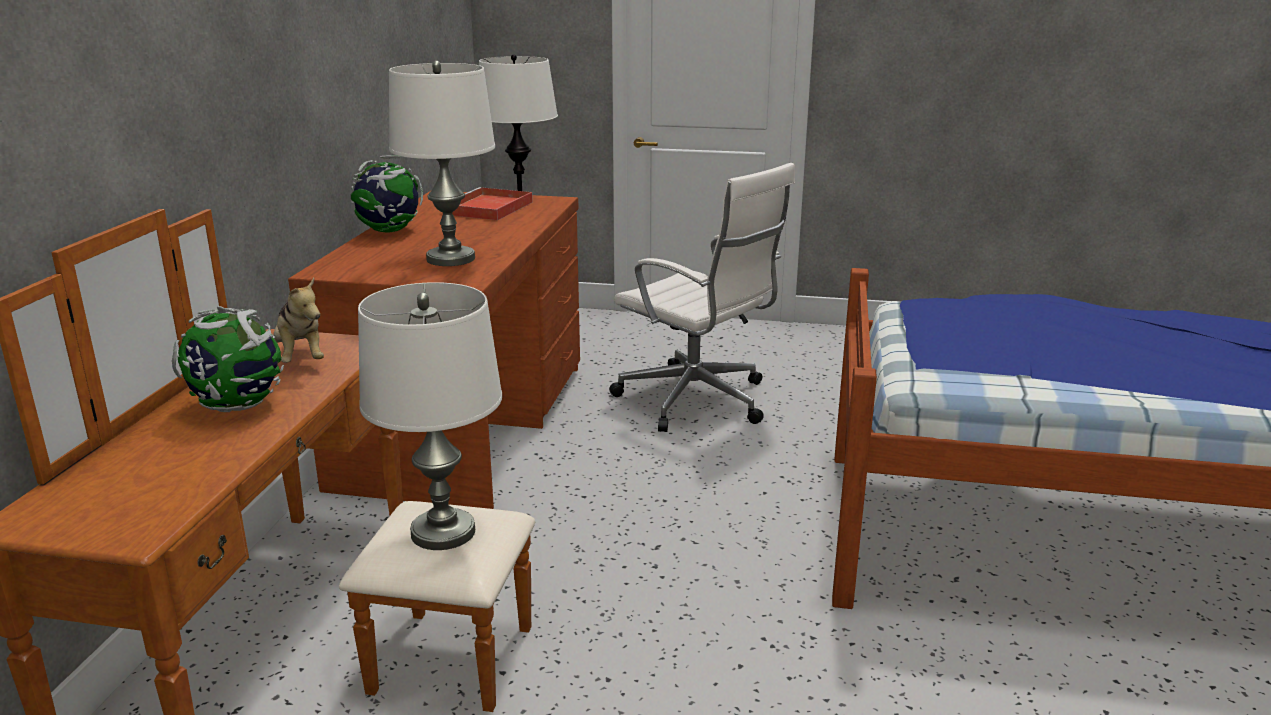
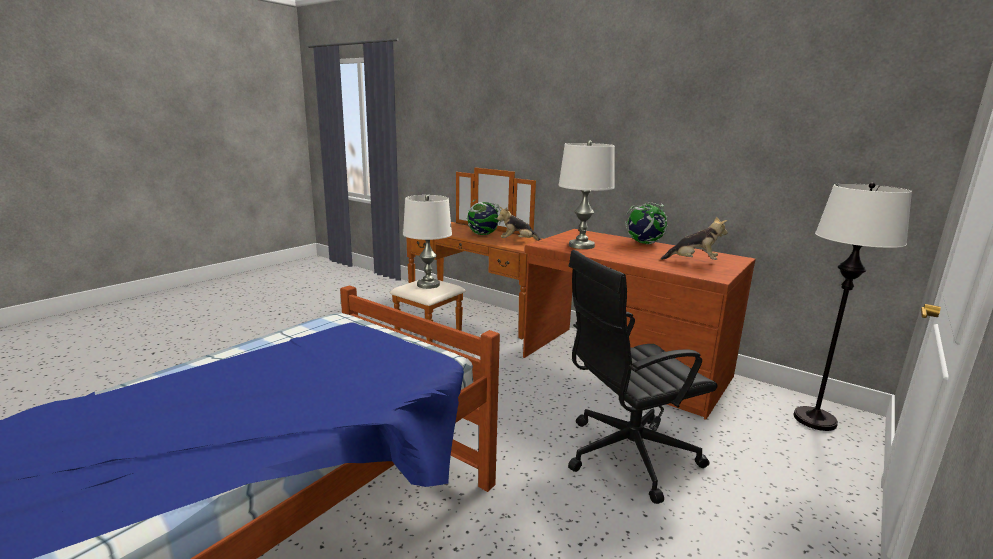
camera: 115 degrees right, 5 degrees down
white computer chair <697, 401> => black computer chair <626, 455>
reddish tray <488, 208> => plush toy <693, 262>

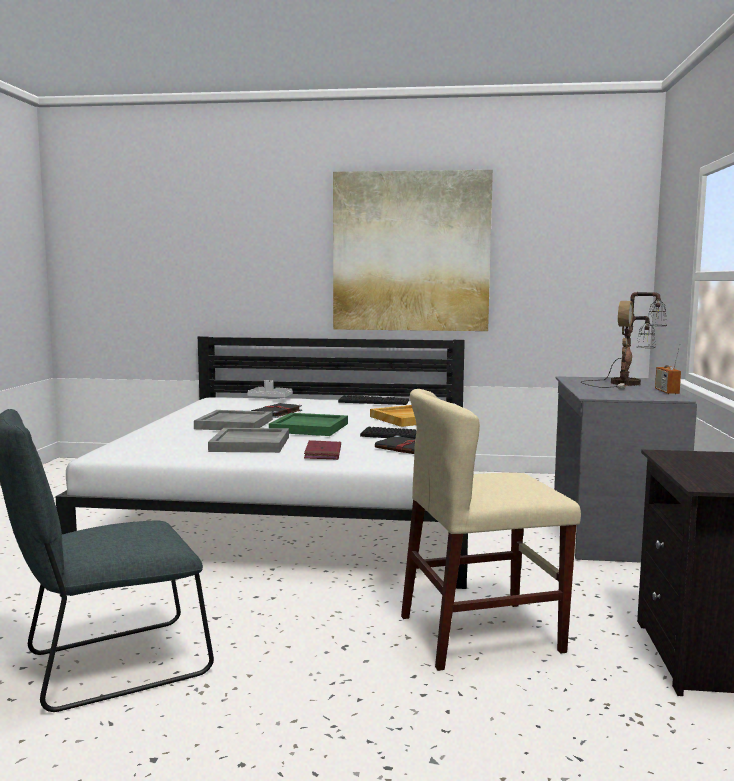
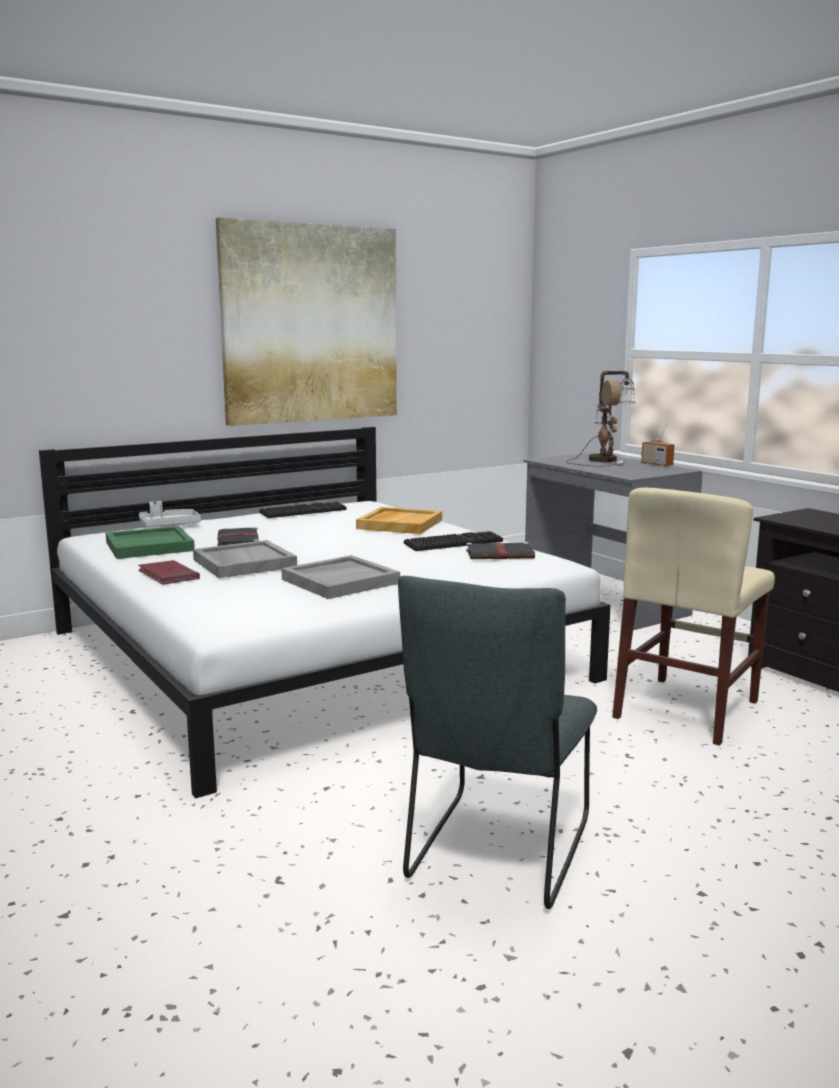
camera: 40 degrees left, 5 degrees up
greenish tray <310, 428> => greenish tray <150, 546>, relocated
reddish volume <323, 453> => reddish volume <168, 576>, relocated

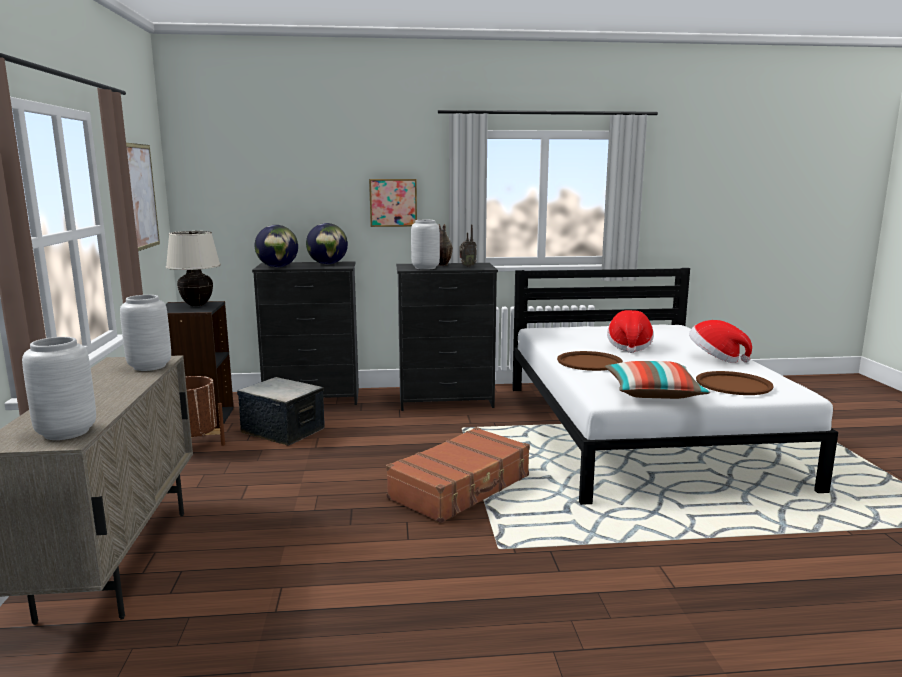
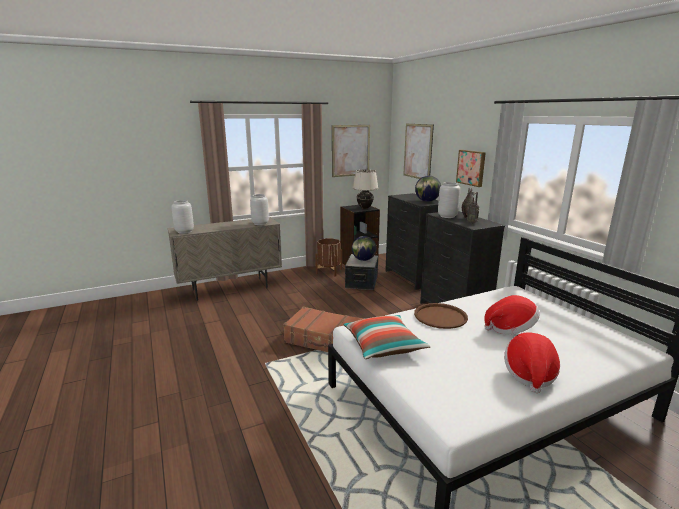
camera: 70 degrees right, 5 degrees up
globe <277, 267> => globe <363, 260>, relocated
nothing => wall art <417, 151>
brown tray <733, 384> => nothing

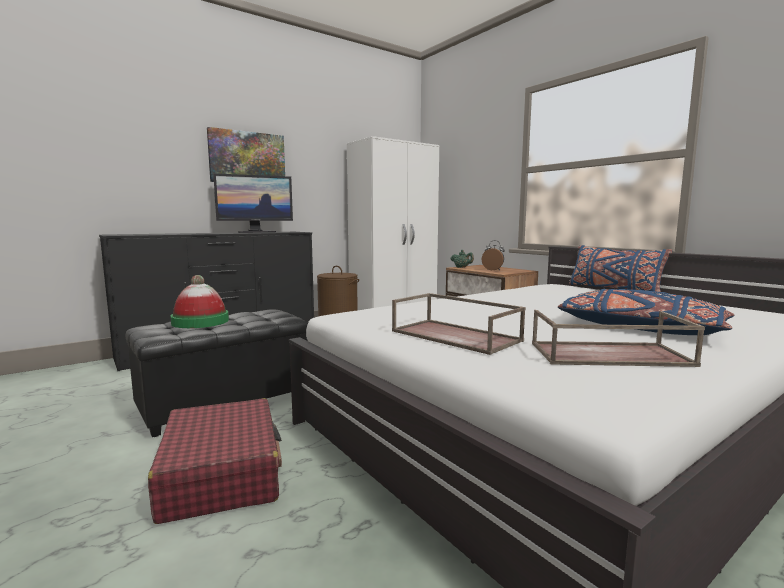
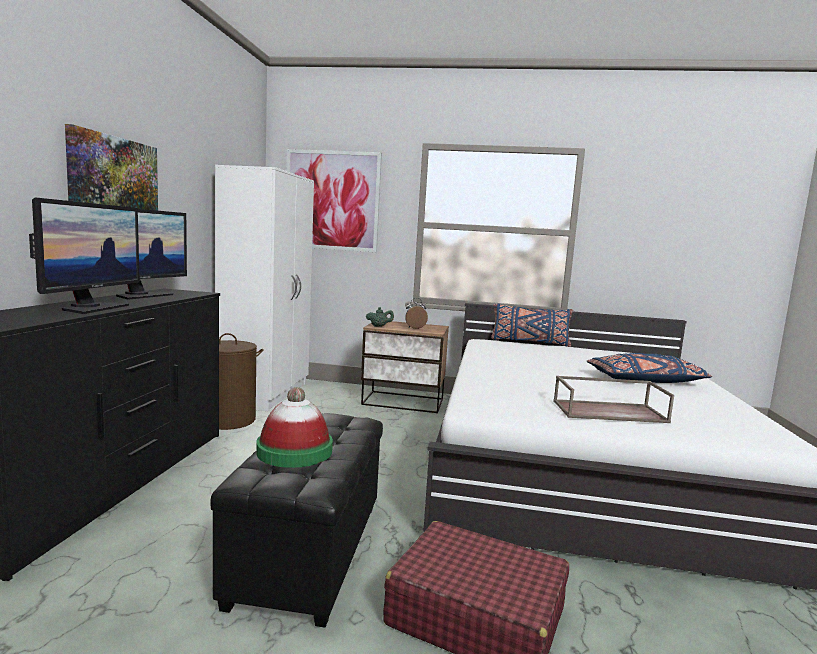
camera: 45 degrees left, 0 degrees up
nothing => monitor <91, 308>
nothing => wall art <332, 200>
brown tray <608, 355> => nothing

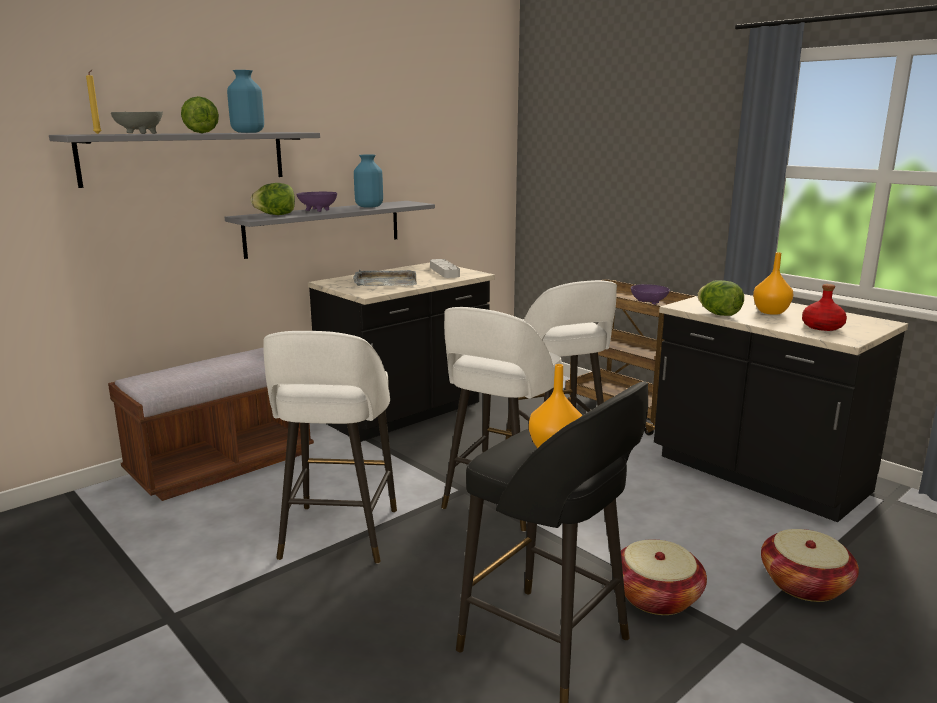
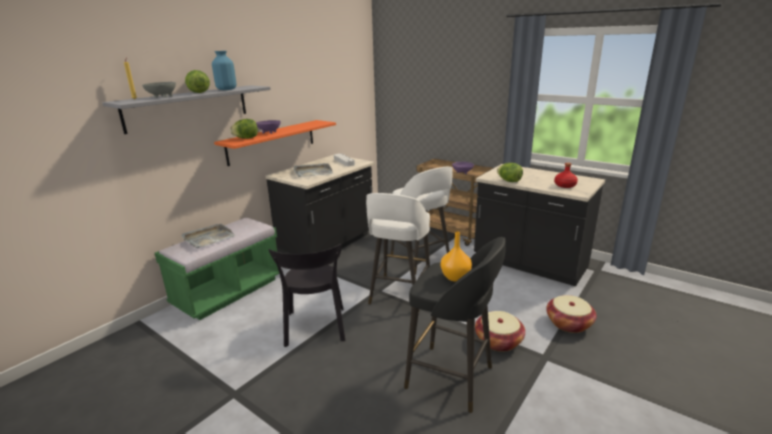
camera: 10 degrees left, 5 degrees up
brown bench <221, 465> => greenish bench <228, 292>
nothing => gray tray <208, 238>
gray shelf <325, 228> => orange-coloured shelf <272, 141>
white sitting stool <338, 536> => black plain chair <315, 329>
blue-coloured decorative vase <369, 206> => nothing
orange-coloured decorative vase <771, 312> => nothing

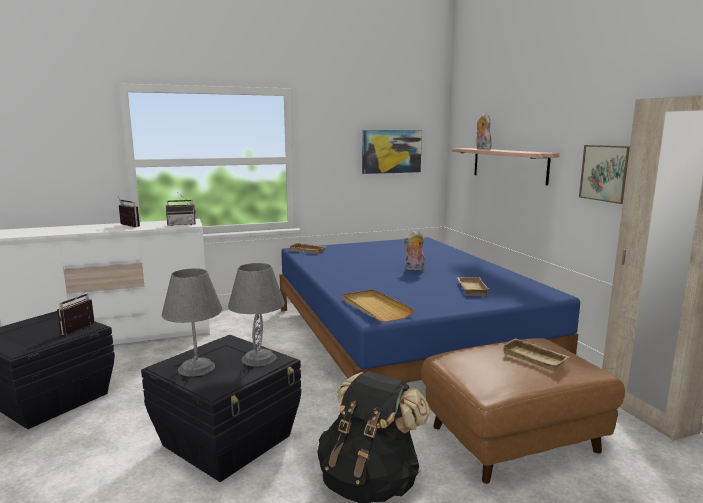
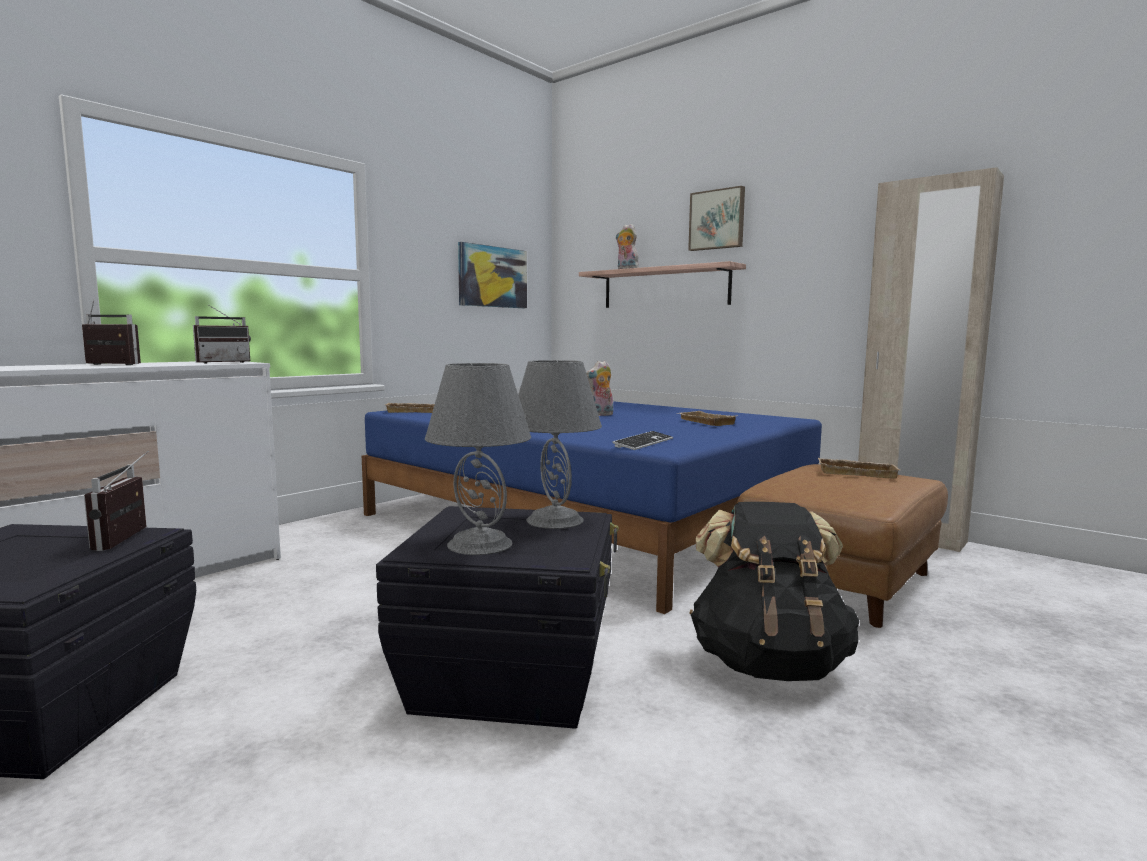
camera: 30 degrees left, 5 degrees down
beige-coloured tray <375, 308> => computer keyboard <644, 443>
wall art <607, 173> => wall art <717, 220>, relocated

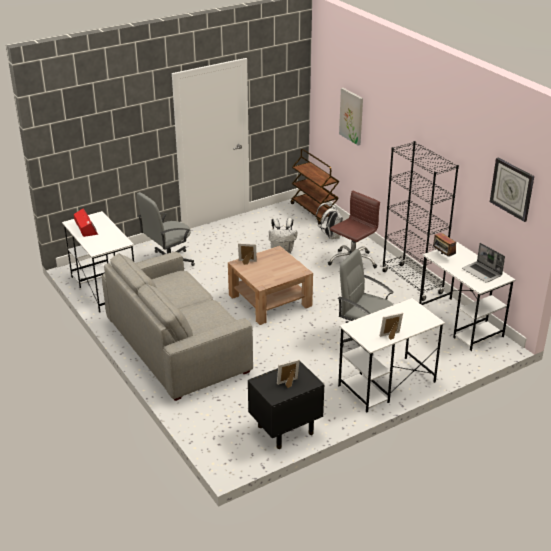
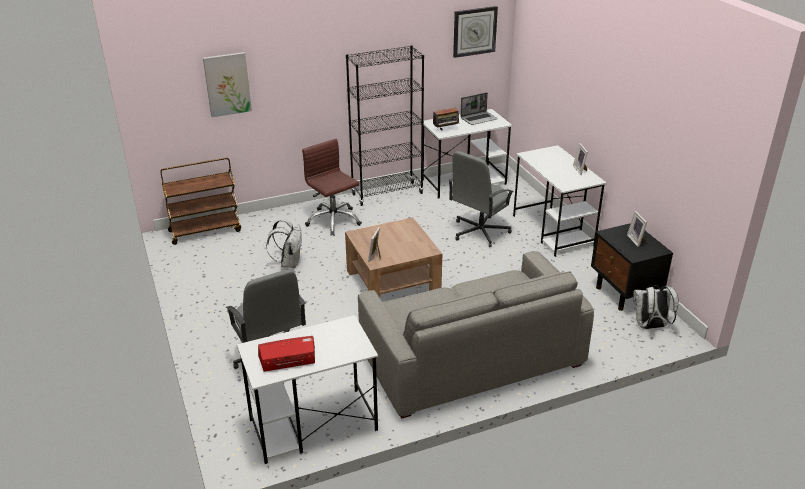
camera: 80 degrees left, 0 degrees up
white knapsack <331, 236> => white knapsack <650, 326>, relocated

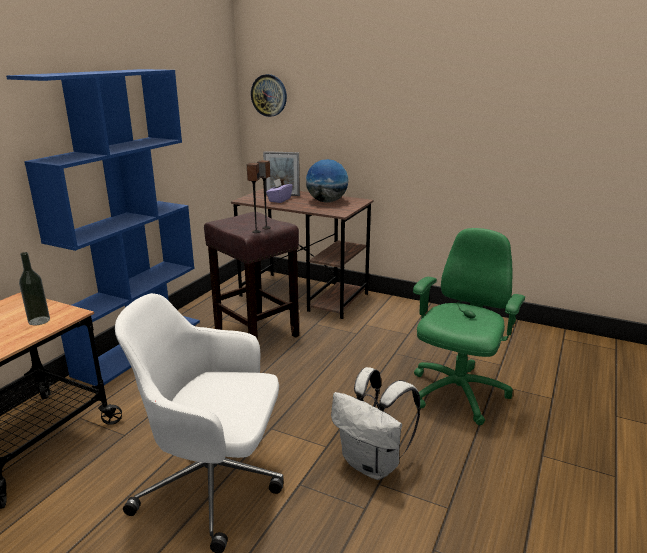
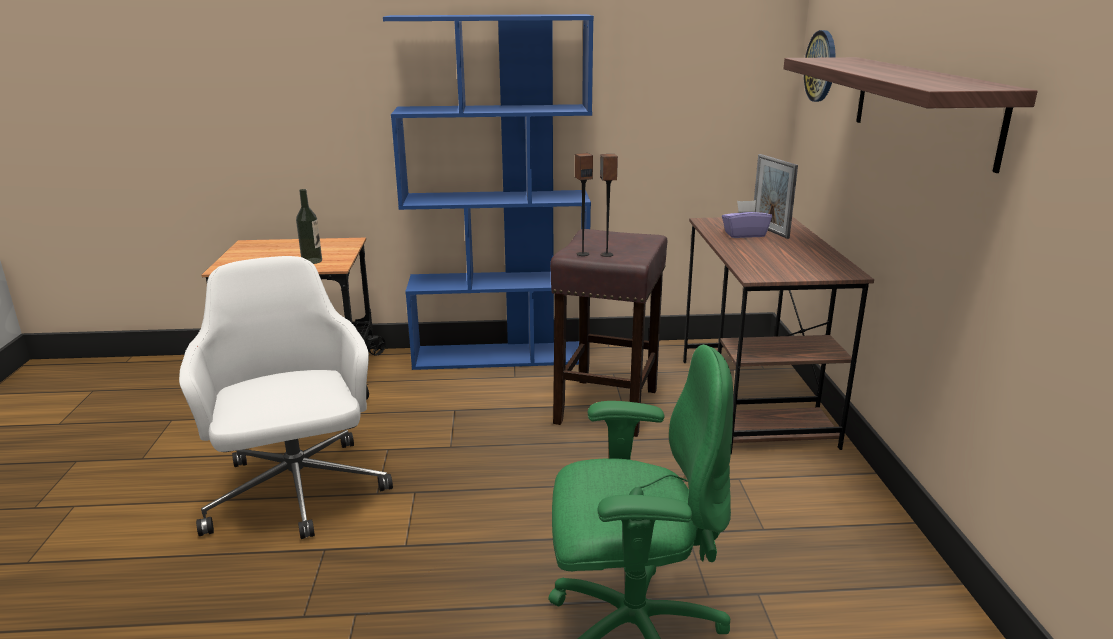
camera: 60 degrees right, 0 degrees up
nothing => shelf <923, 107>
globe <327, 201> => nothing
white knapsack <373, 464> => nothing

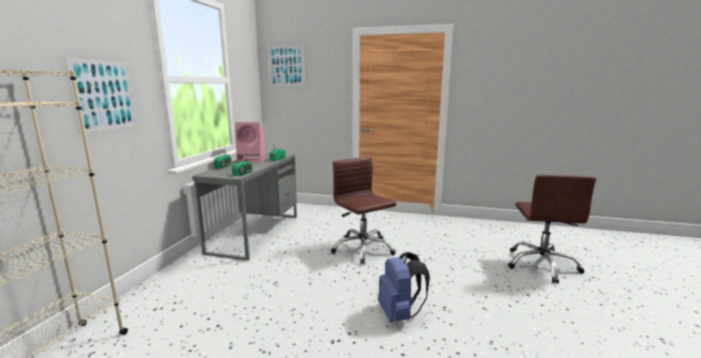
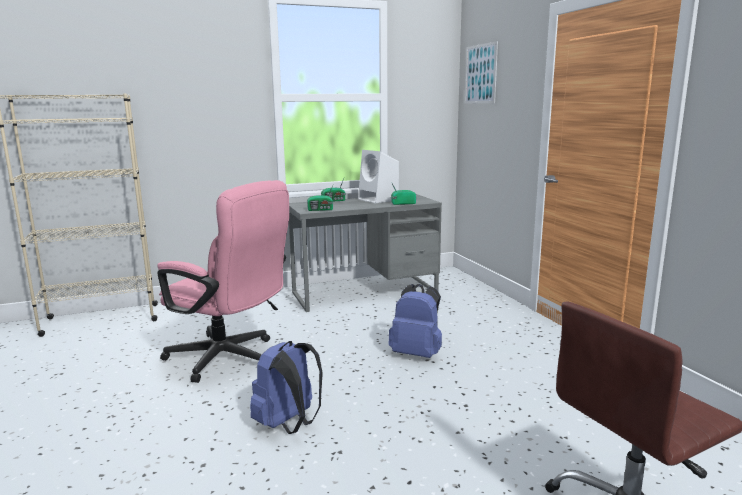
camera: 55 degrees right, 0 degrees up
nothing => pink computer chair <230, 359>
pink audio speaker <252, 160> => white audio speaker <379, 200>
brown computer chair <362, 249> => blue-coloured knapsack <417, 353>
wall art <104, 95> => nothing

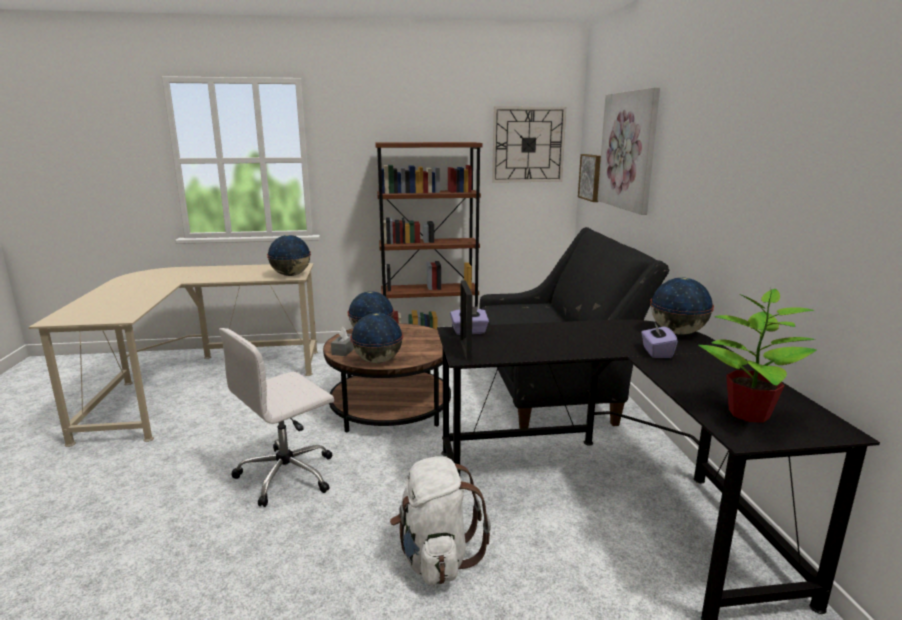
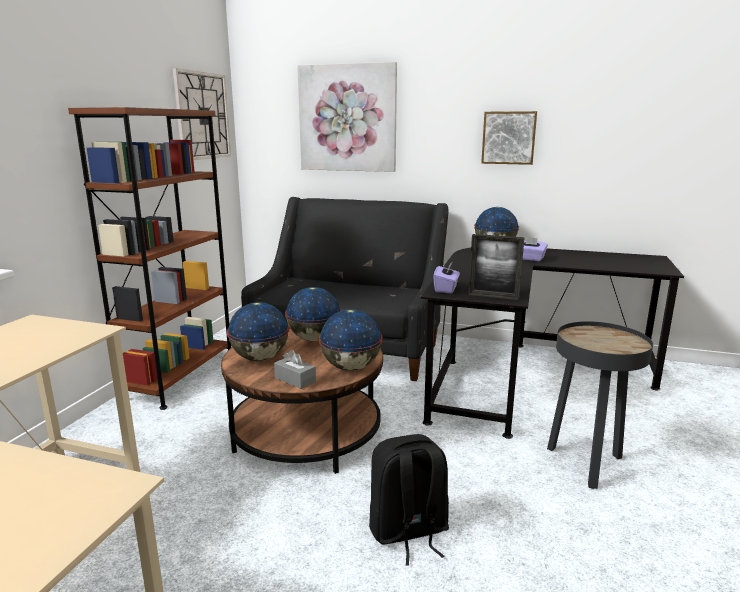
camera: 65 degrees left, 0 degrees up
globe <291, 275> => globe <314, 338>, relocated
white computer chair <288, 474> => black knapsack <408, 532>
wall art <591, 177> => wall art <508, 138>, relocated
white knapsack <436, 558> => black accent table <586, 464>
plant in a pot <747, 414> => nothing

